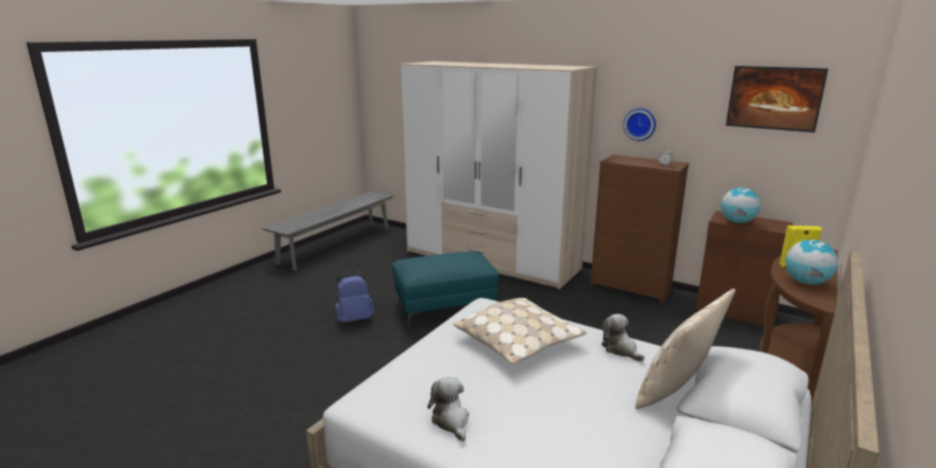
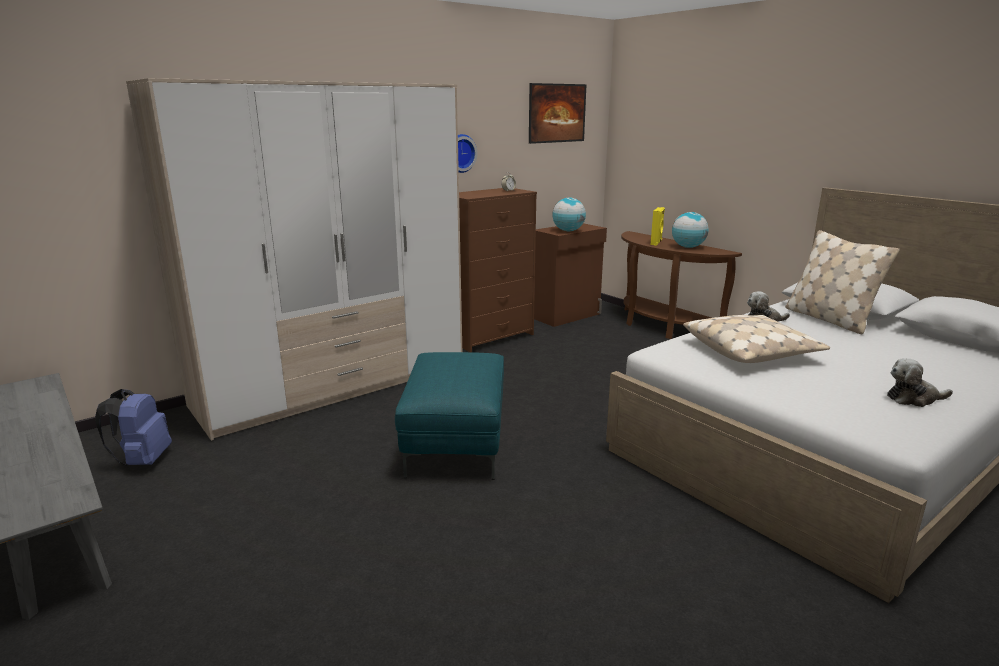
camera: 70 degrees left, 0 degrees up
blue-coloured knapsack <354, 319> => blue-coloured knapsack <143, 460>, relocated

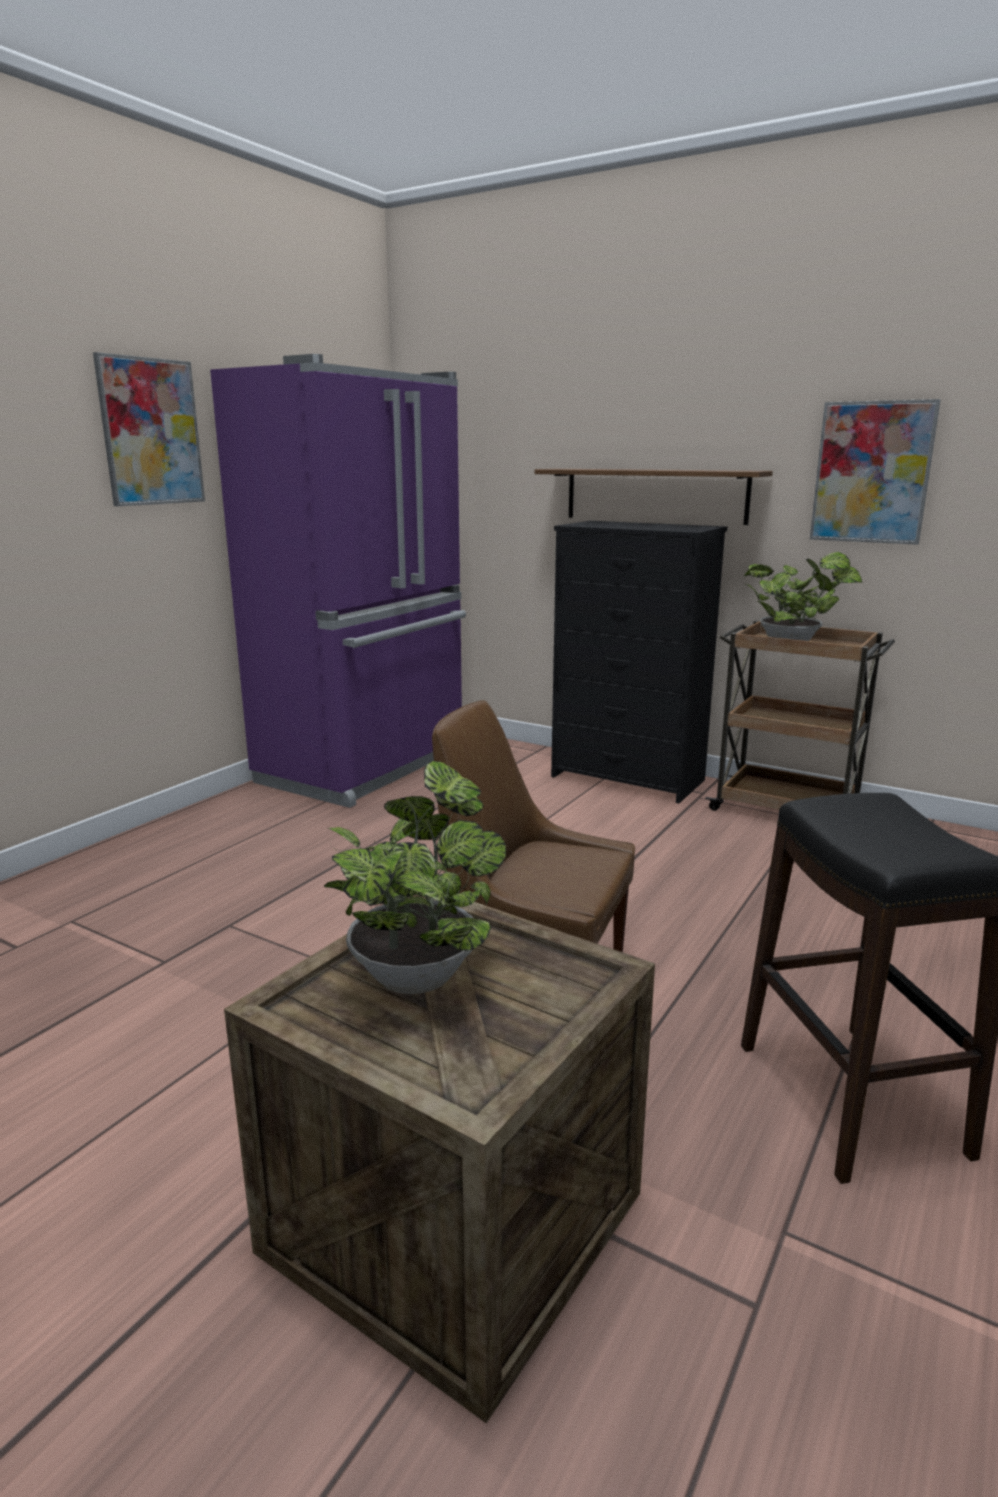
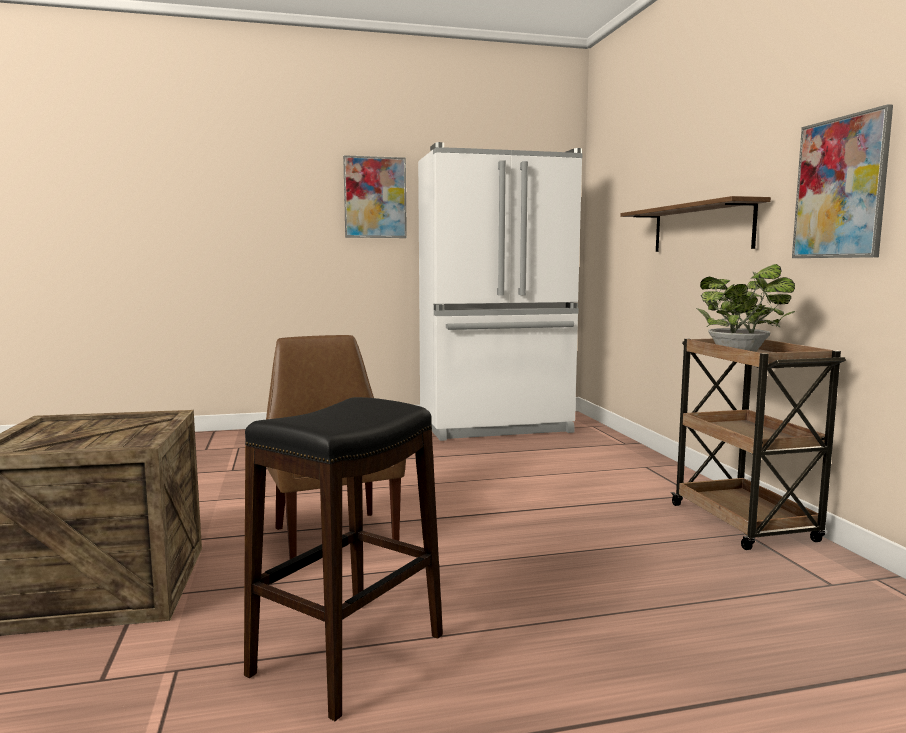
camera: 45 degrees right, 10 degrees down
purple refrigerator <368, 767> => white refrigerator <496, 427>
plant in a pot <418, 971> => nothing
black chest of drawers <628, 779> => nothing

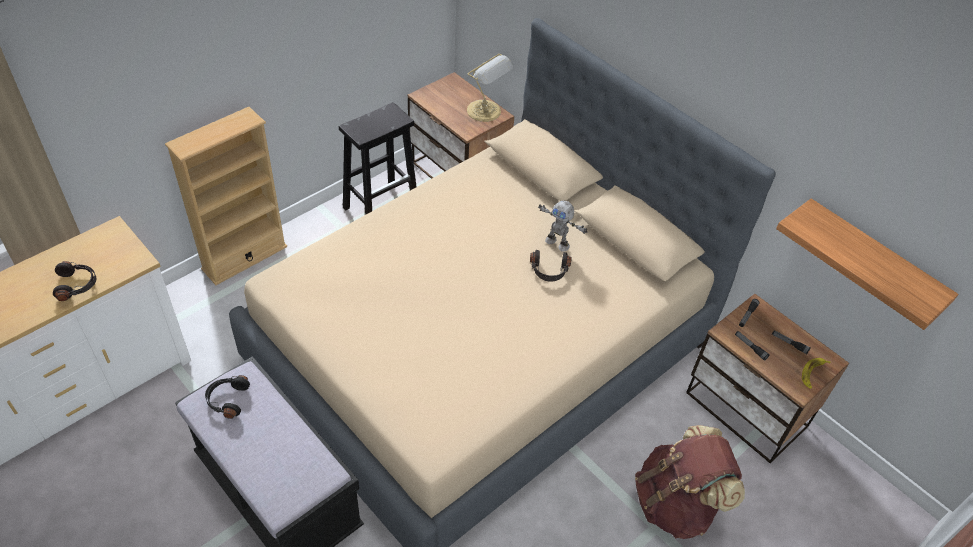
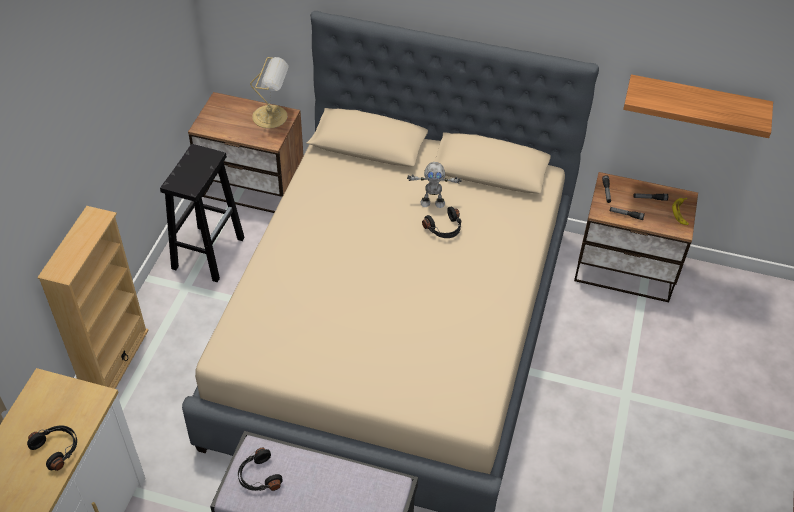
camera: 30 degrees left, 0 degrees up
brown knapsack <676, 503> => nothing

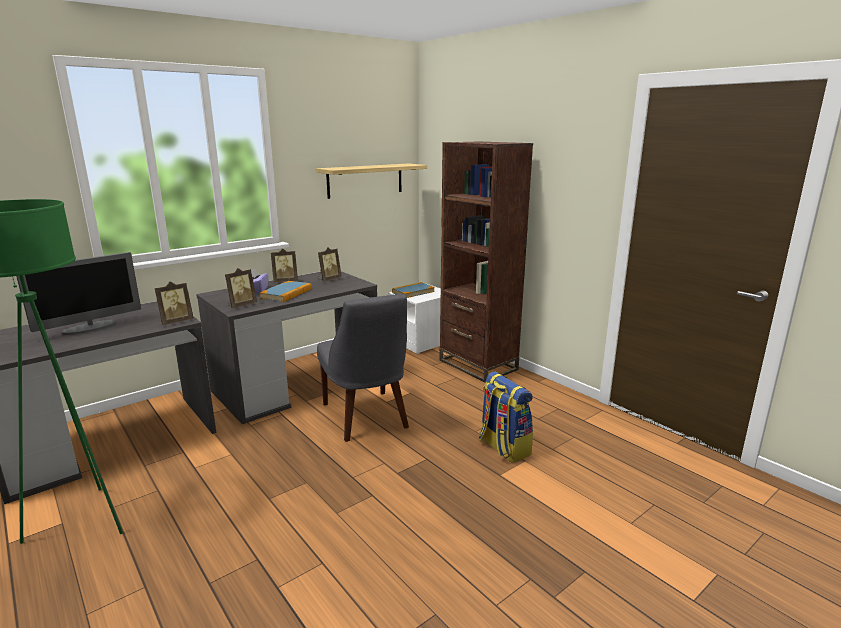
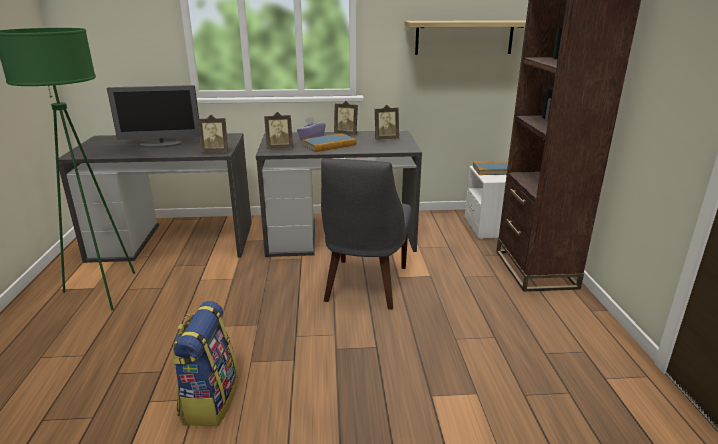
camera: 35 degrees right, 5 degrees up
knapsack <503, 447> => knapsack <209, 400>, relocated

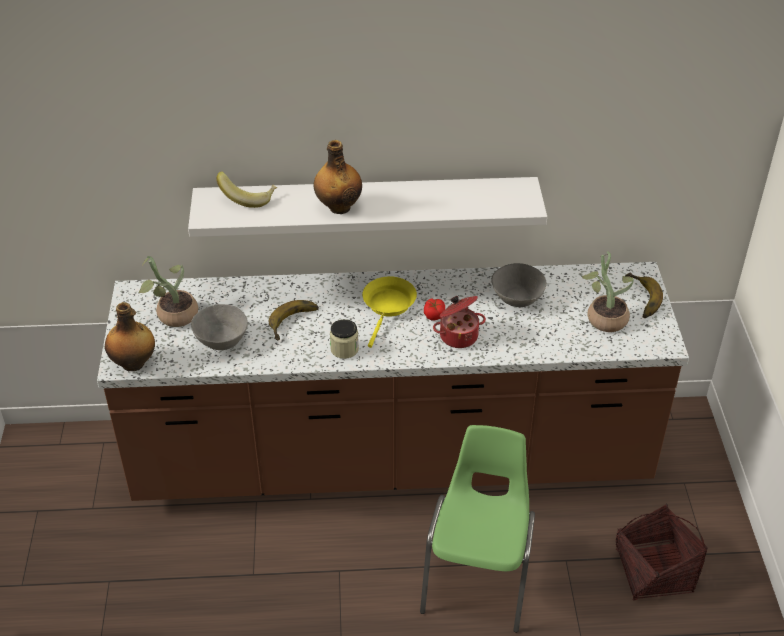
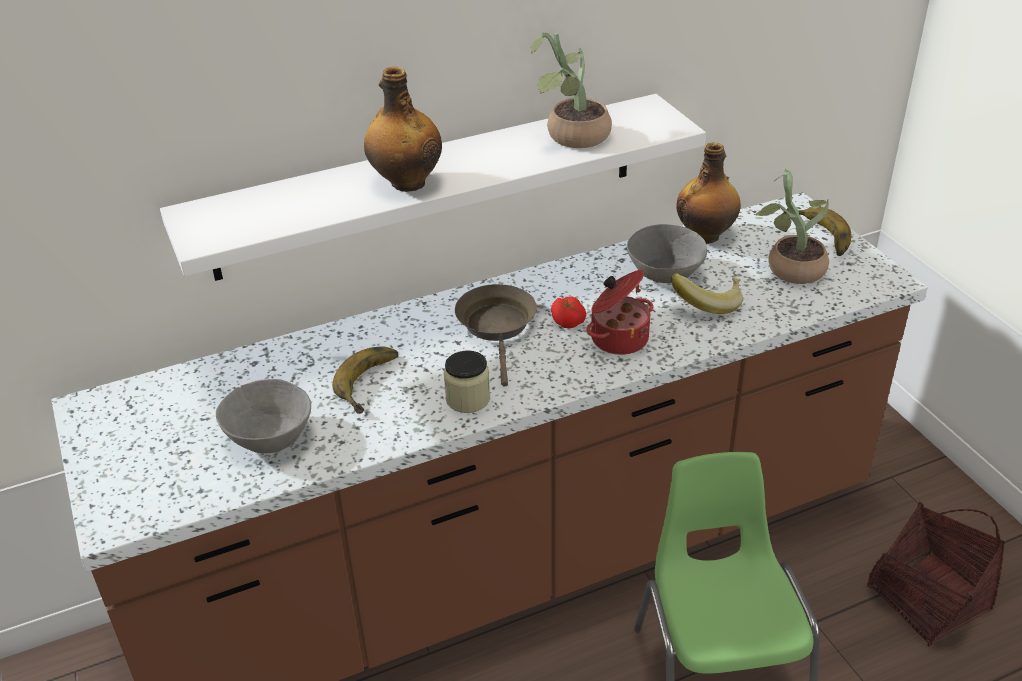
camera: 20 degrees left, 5 degrees down
yellowish pan <388, 306> => brown pan <497, 327>
plant in a pot <172, 315> => plant in a pot <571, 137>, relocated
banana fruit <248, 198> => banana fruit <707, 303>, relocated
beverage bottle <134, 363> => beverage bottle <706, 235>, relocated

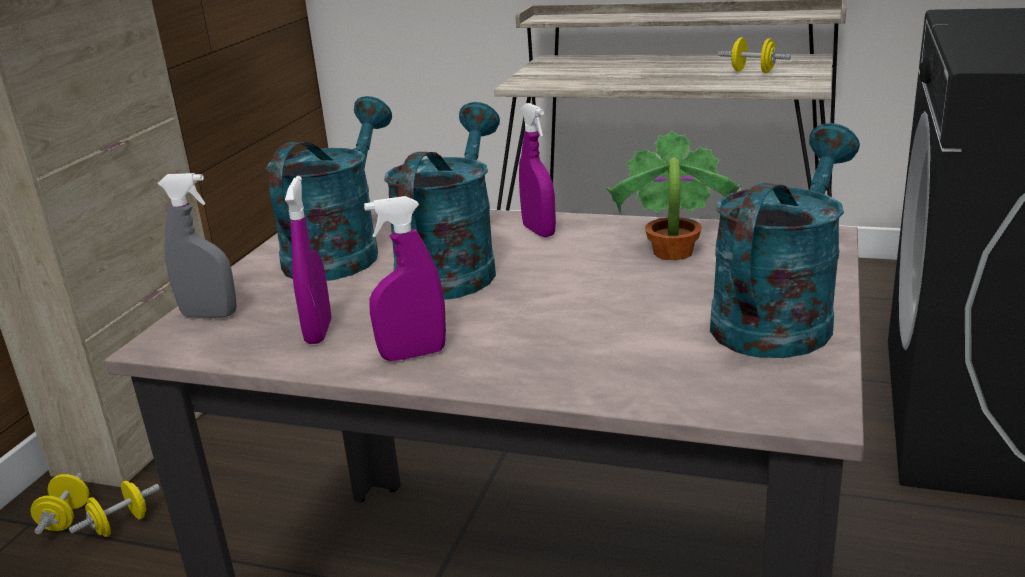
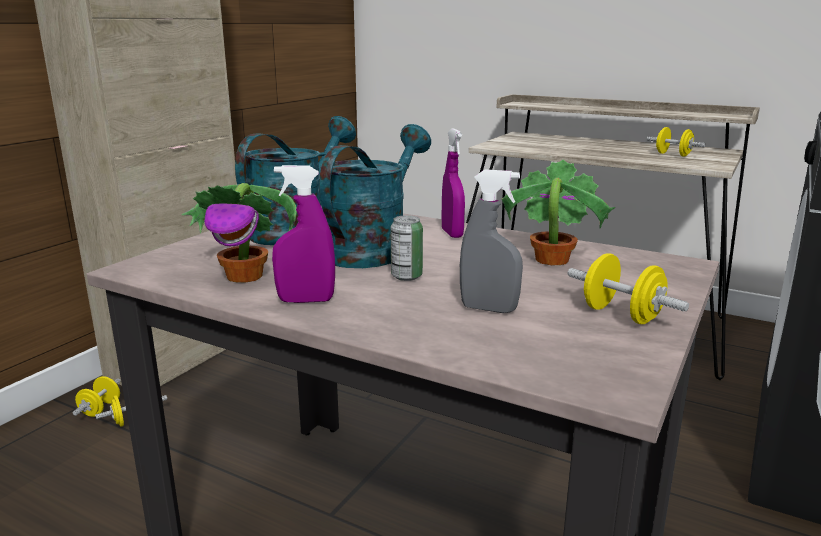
camera: 10 degrees right, 5 degrees down
purple hand sprayer <318, 332> => plant in a pot <246, 276>
nothing => can <406, 276>
gray hand sprayer <209, 315> => gray hand sprayer <488, 309>, relocated
blue-green watering can <779, 316> => yellowish free weight <621, 315>

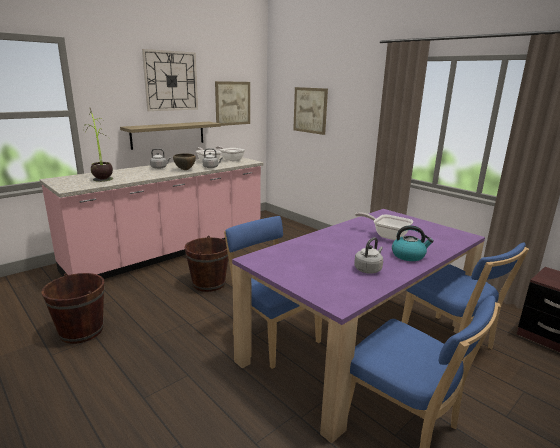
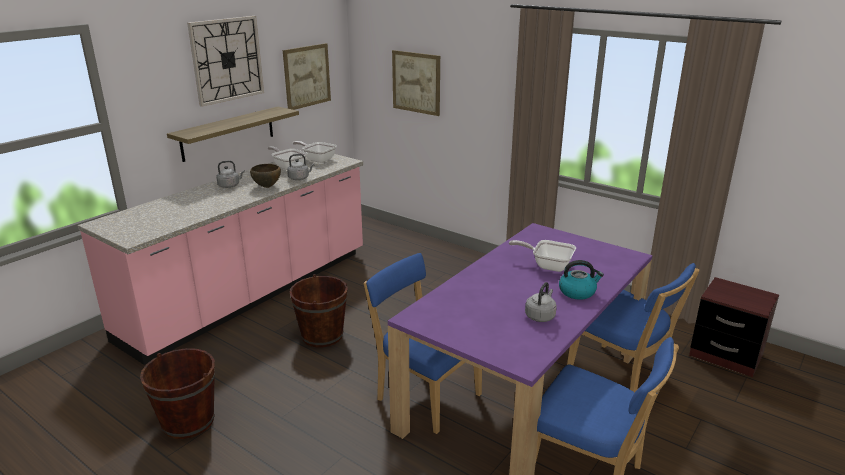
camera: 10 degrees left, 5 degrees up
plant in a pot <102, 176> => nothing

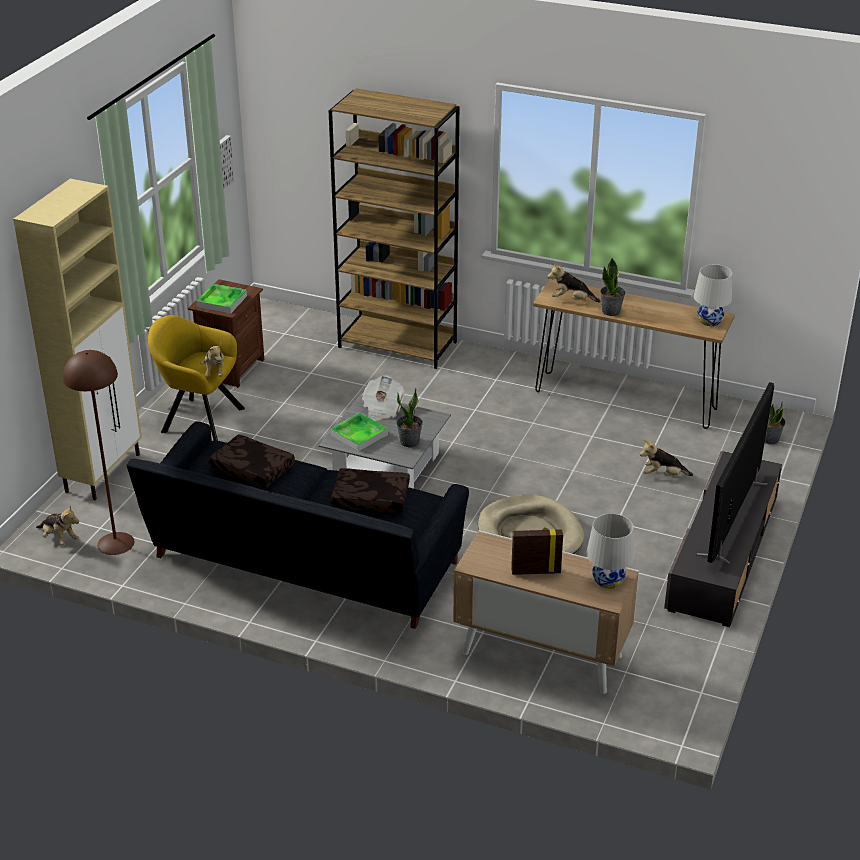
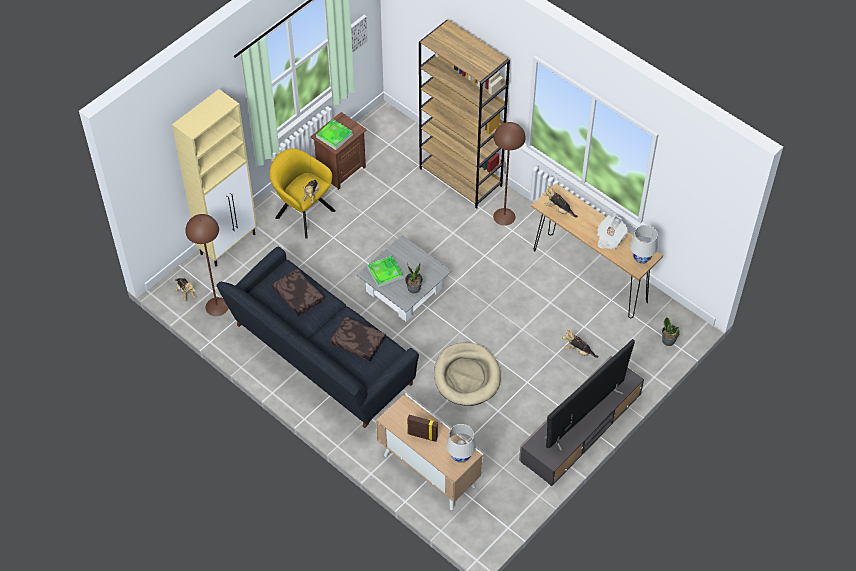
camera: 20 degrees right, 20 degrees up
nothing => brown floor lamp <504, 216>
daily paper <382, 409> => daily paper <609, 238>, relocated
plant in a pot <611, 311> => nothing

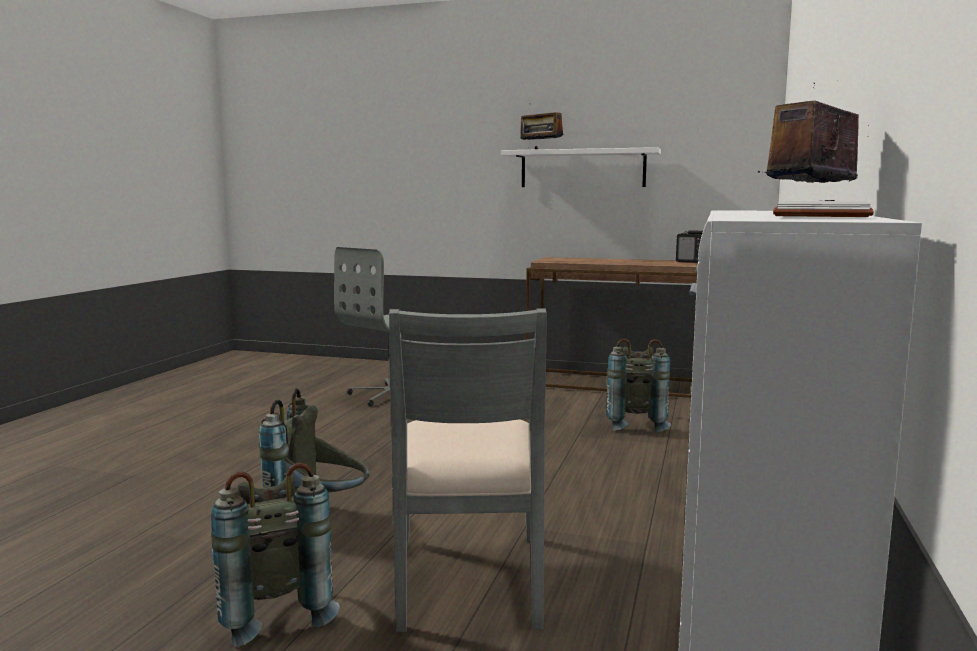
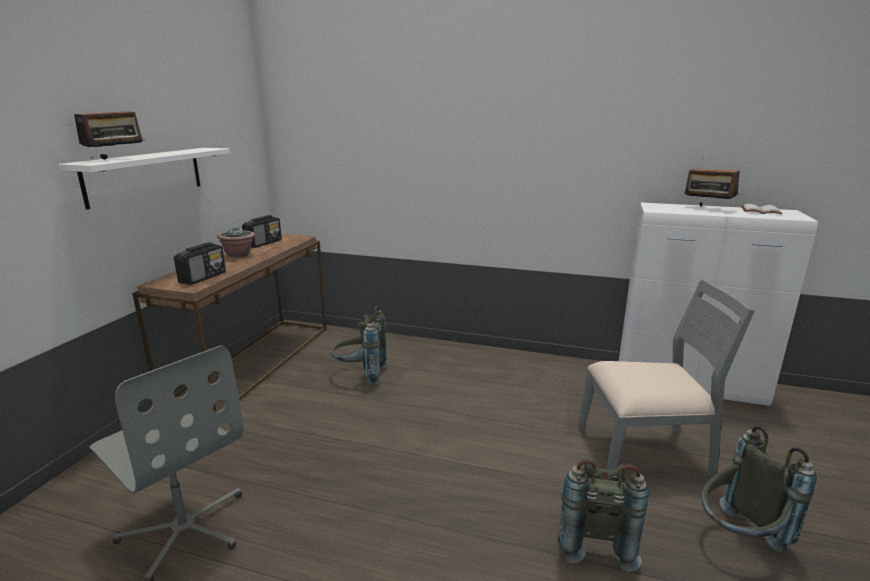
camera: 90 degrees left, 10 degrees up
nothing => radio set <203, 277>
nothing => plant in a pot <238, 255>

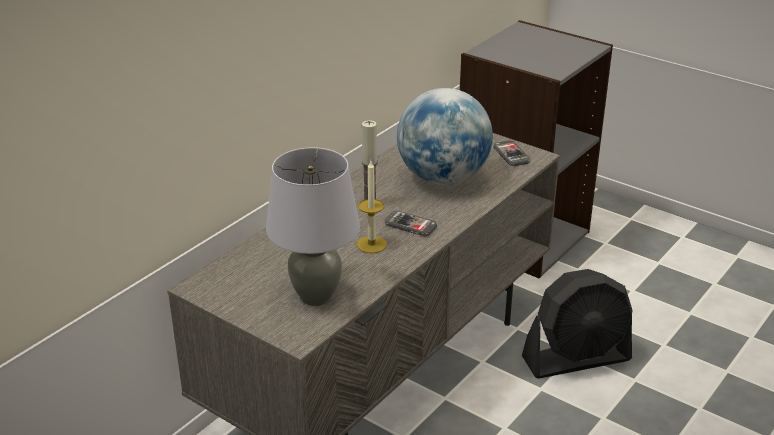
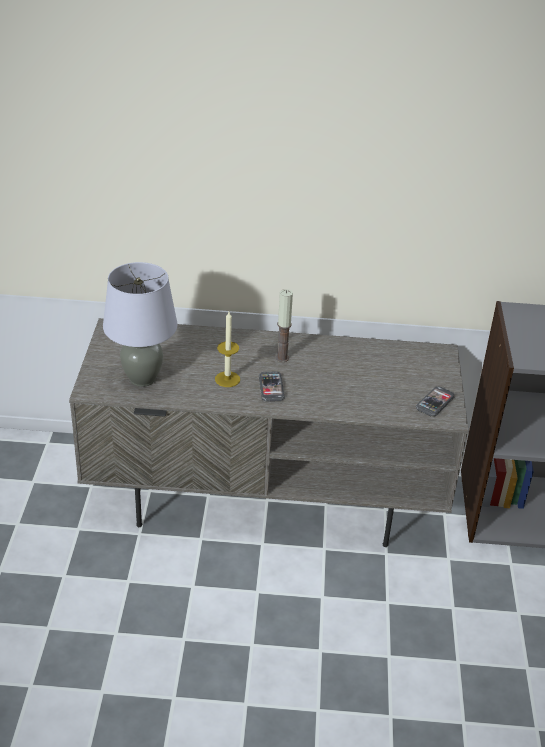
camera: 55 degrees right, 5 degrees up
globe <443, 178> => nothing
black electric fan <577, 359> => nothing

